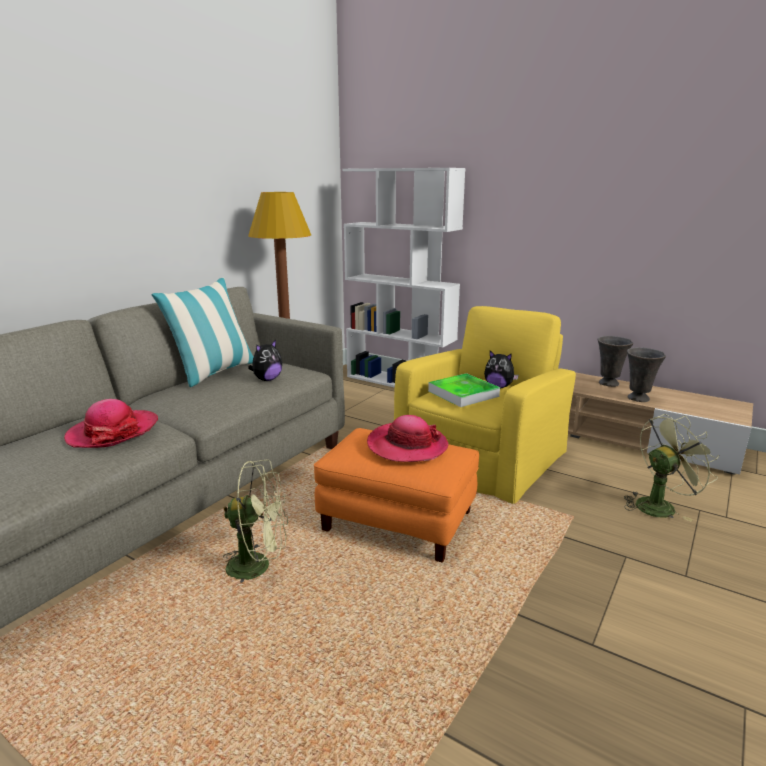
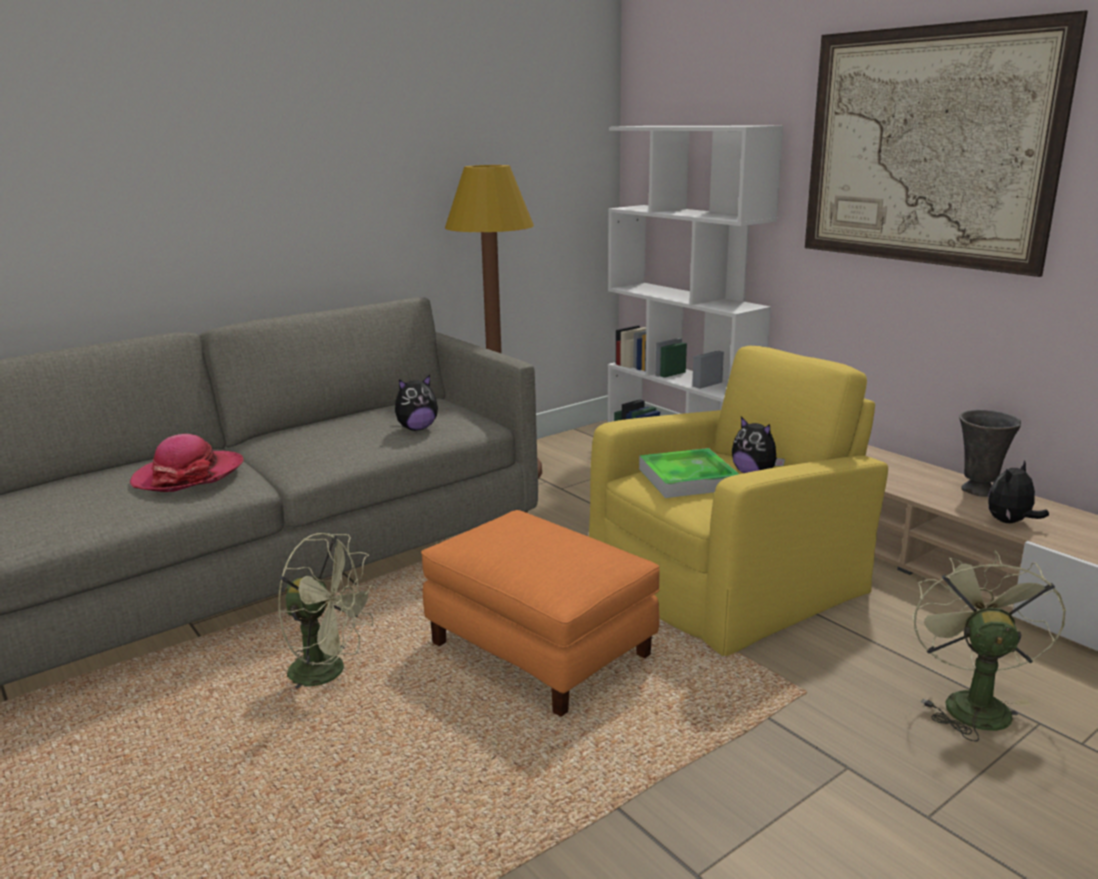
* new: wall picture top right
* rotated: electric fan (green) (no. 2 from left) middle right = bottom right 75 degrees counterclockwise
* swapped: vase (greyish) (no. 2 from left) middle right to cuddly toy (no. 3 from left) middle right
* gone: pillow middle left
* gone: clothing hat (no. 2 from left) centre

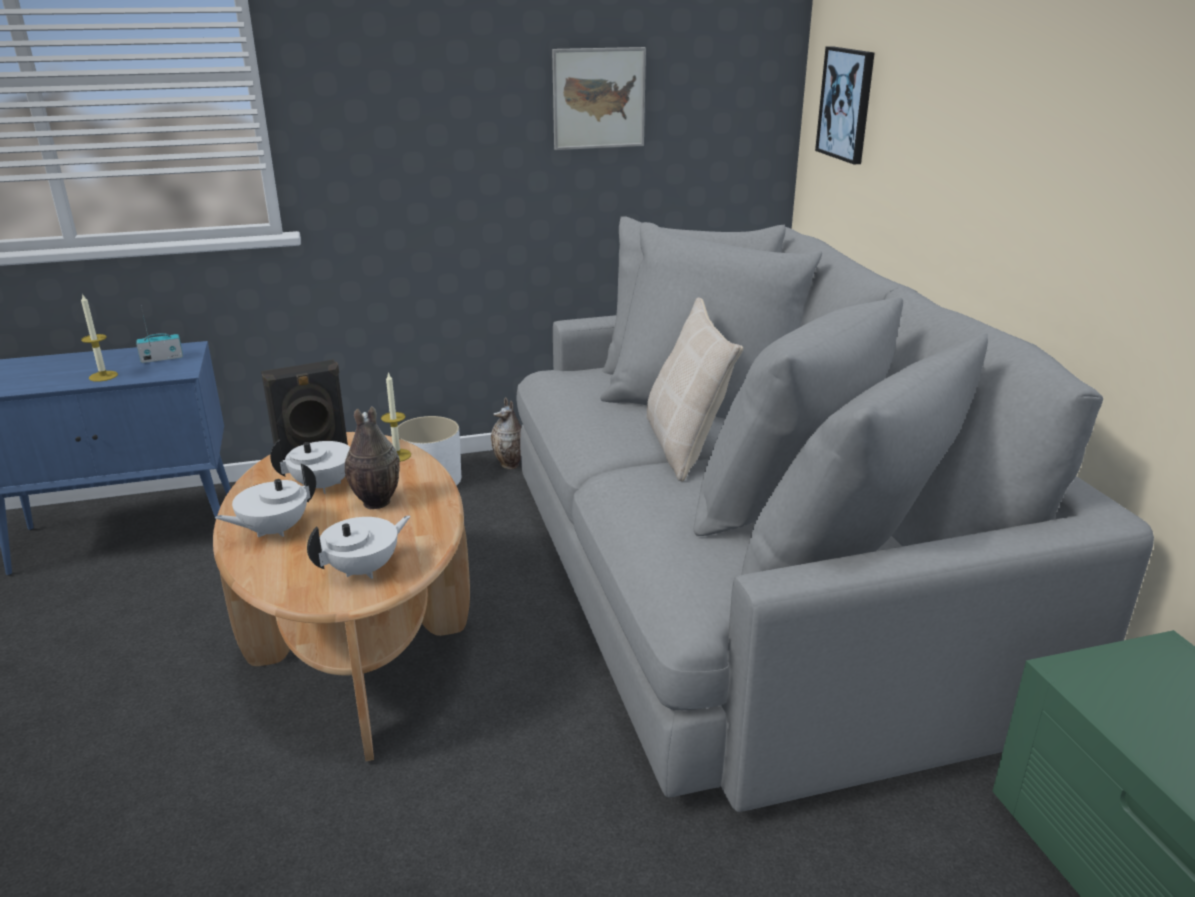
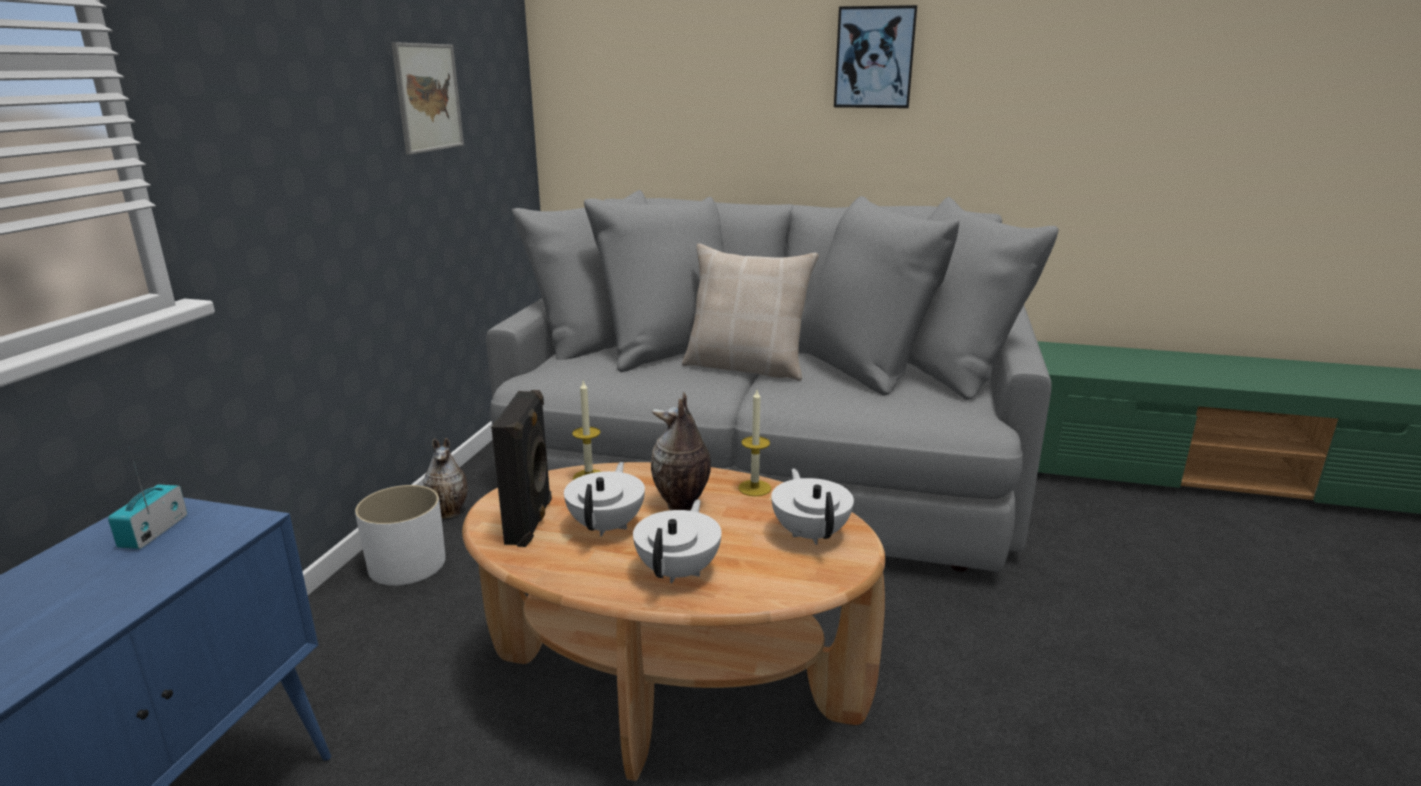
* rotated: pot for tea (whitish) (no. 1 from left in the first image) middle left = bottom centre 150 degrees counterclockwise
* shifted: wax light (no. 1 from left in the first image) middle left to wax light (no. 2 from left) centre
* shifted: wall picture (no. 2 from left) top right to top centre

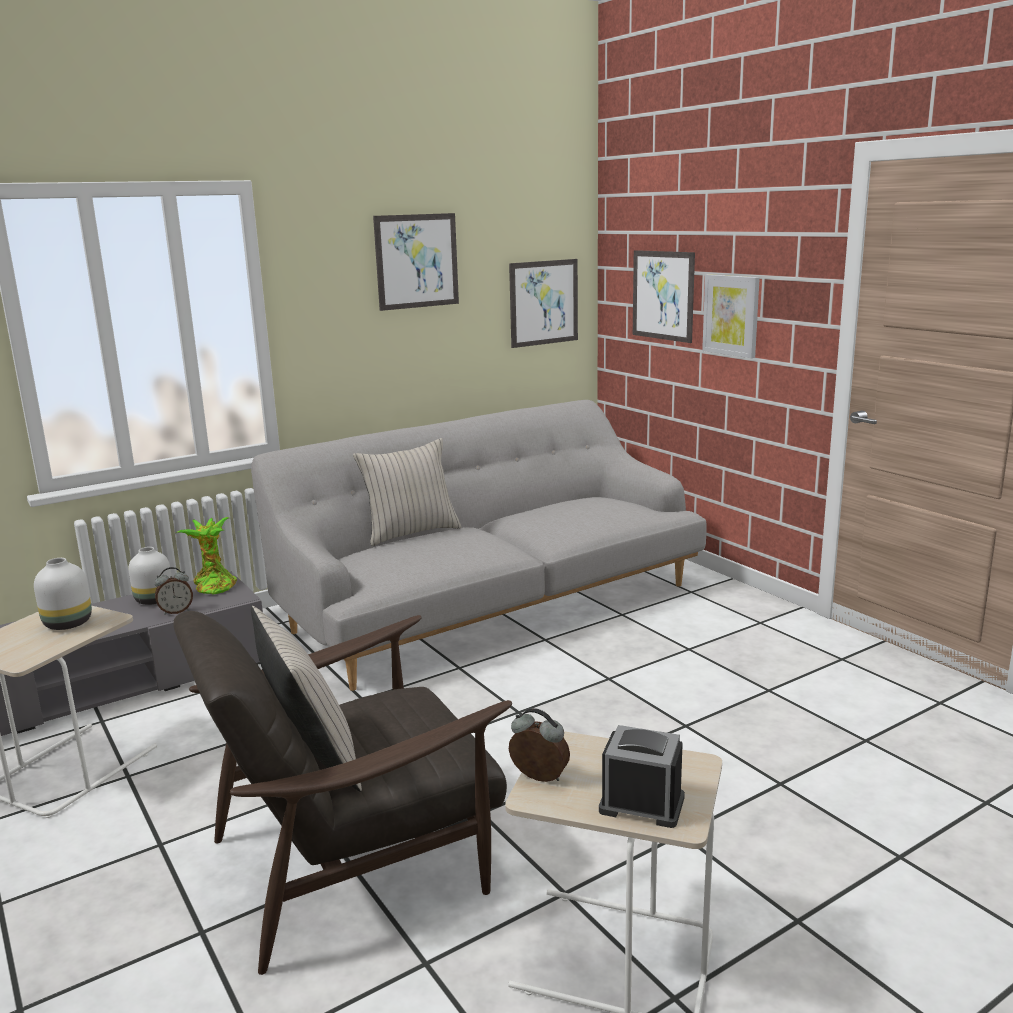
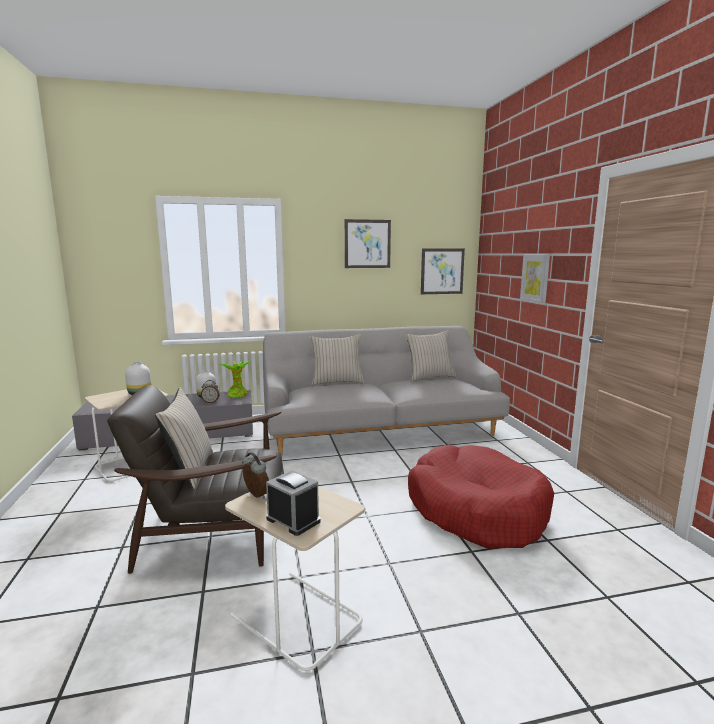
* new: pillow (beige) (no. 3 from left) centre
* new: dog bed (red-coloured) bottom right
* gone: wall picture (no. 3 from left) top centre

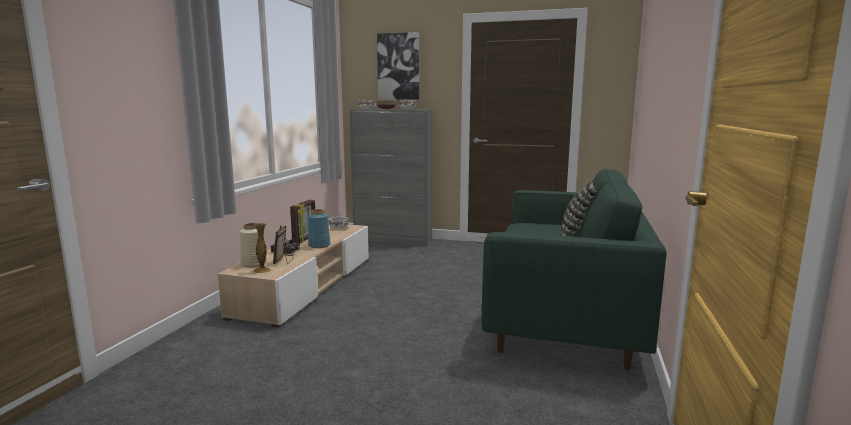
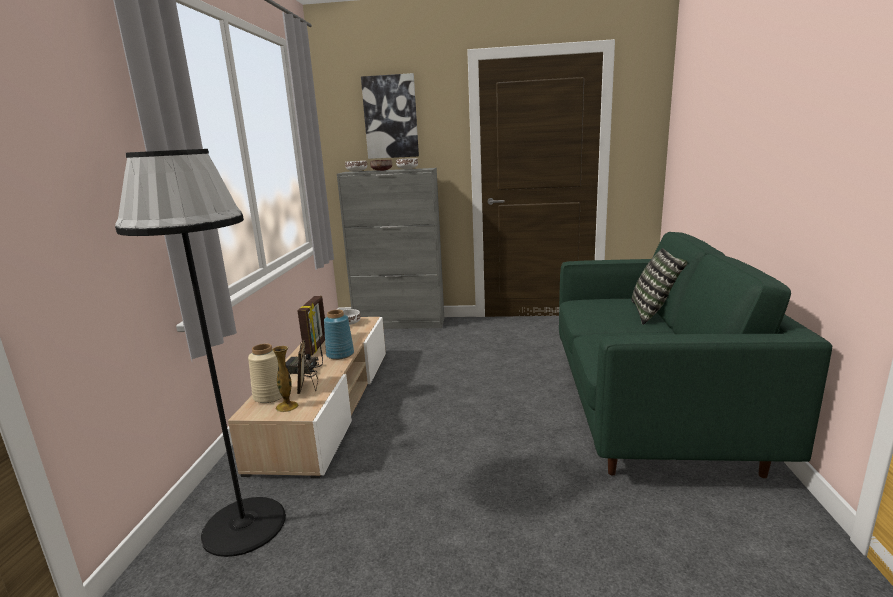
* new: standard lamp (blackish) middle left

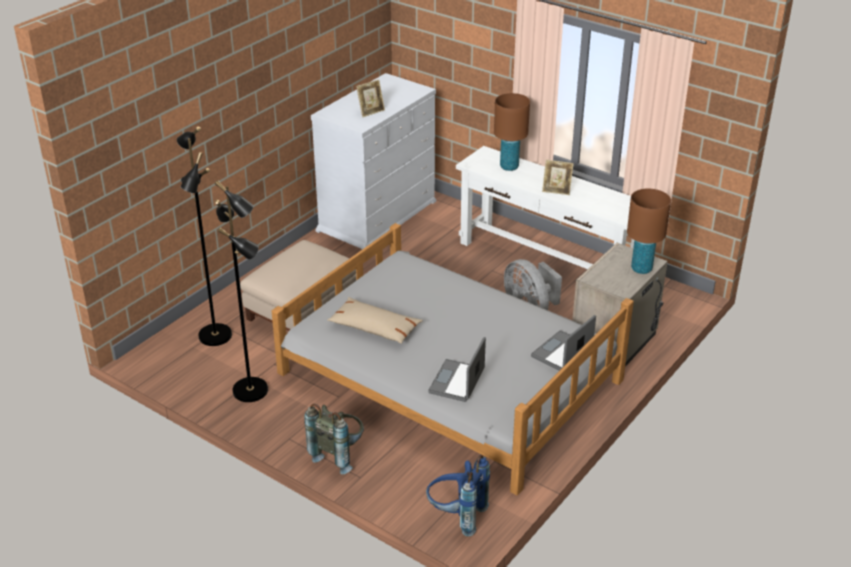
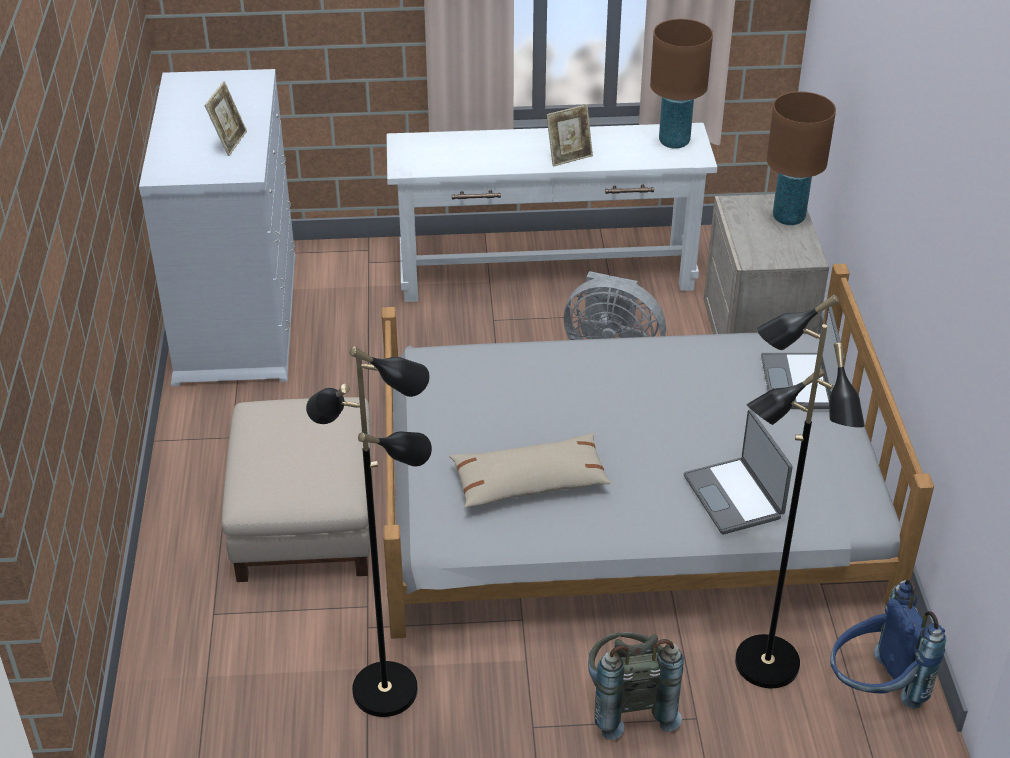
* shifted: table lamp (brown) (no. 1 from left) top centre to top right
* shifted: standard lamp (blackish) (no. 1 from left in the first image) middle left to standard lamp (blackish) (no. 2 from left) middle right

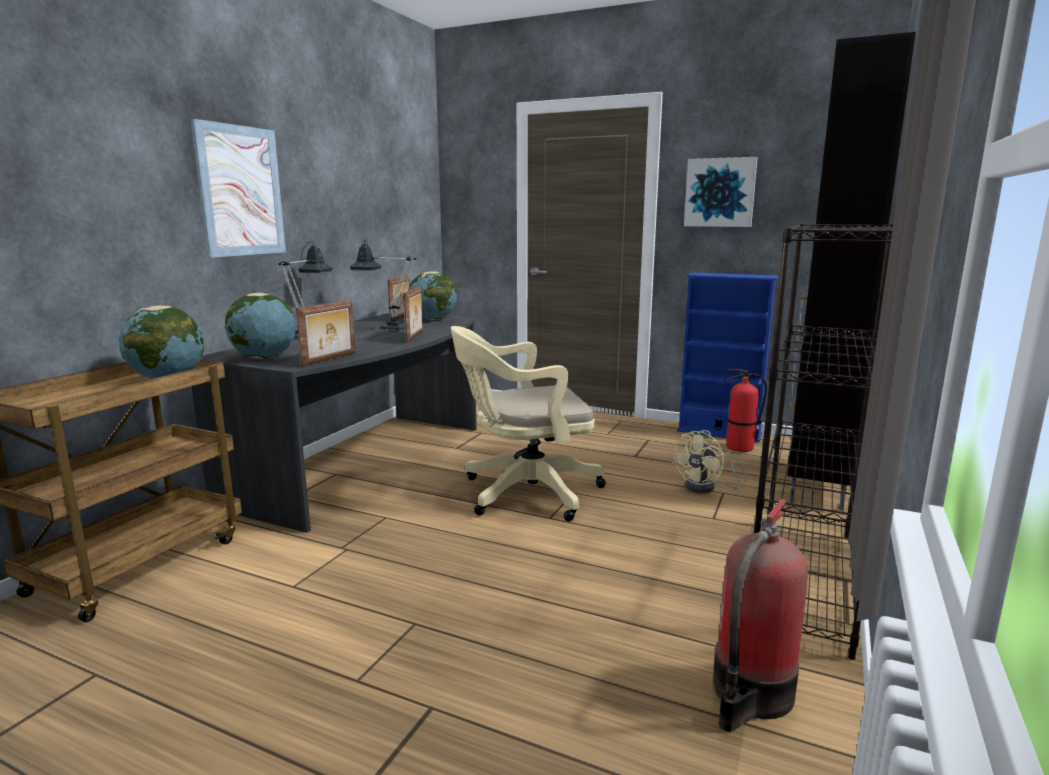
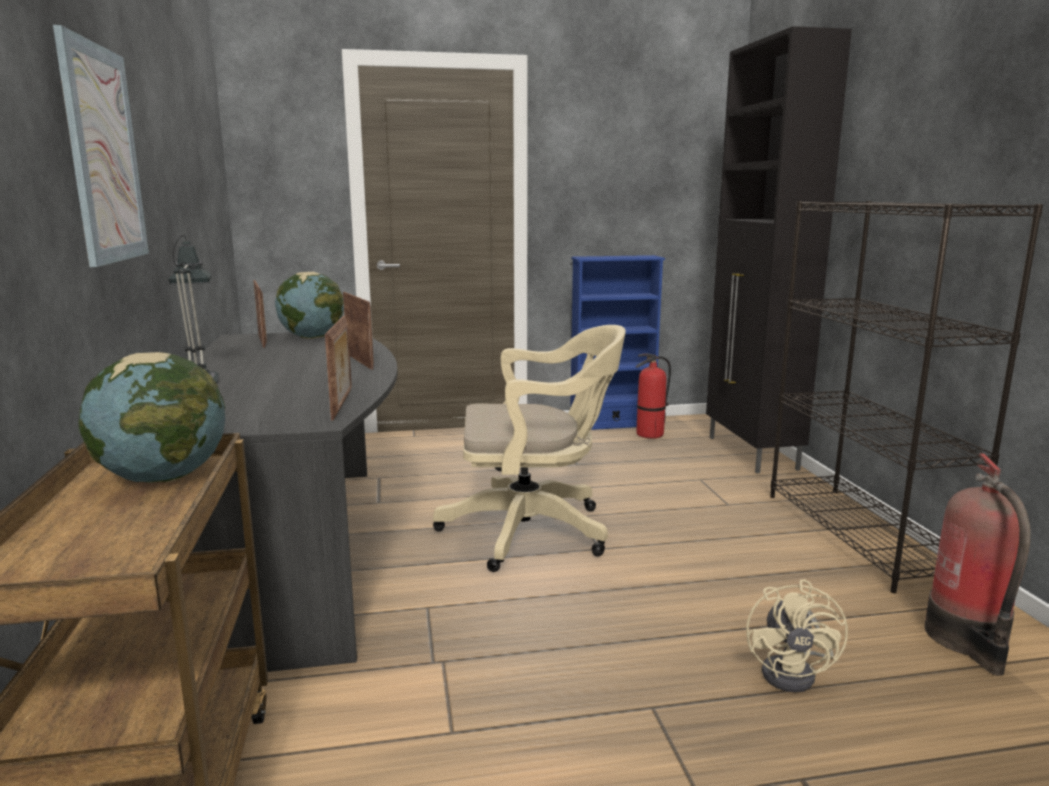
* rotated: desk chair (beige) centre = centre 135 degrees counterclockwise
* shifted: electric fan (beige) middle right to bottom right
* gone: desk globe (no. 2 from left) middle left
* gone: table lamp (no. 2 from left) centre
* gone: wall picture (no. 2 from left) top right

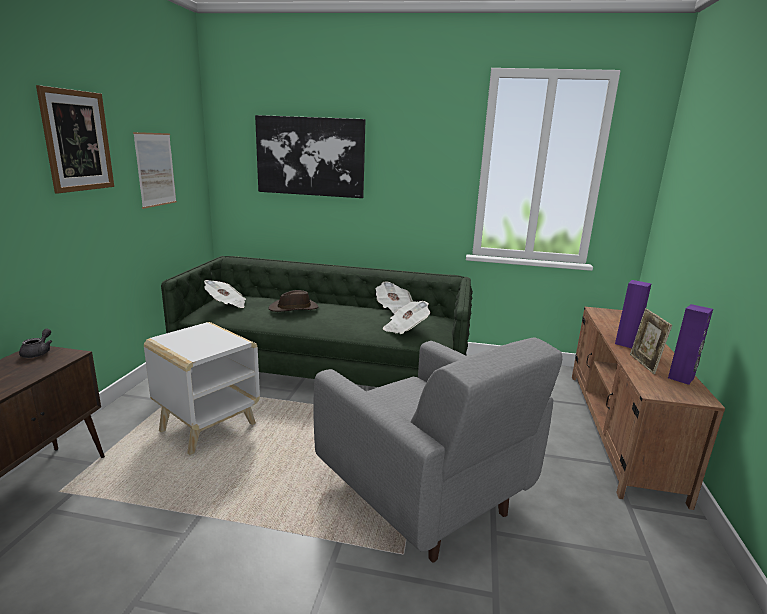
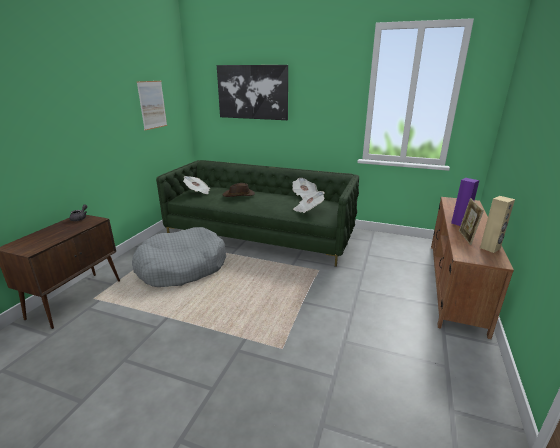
* swapped: end table (whitish) middle left to dog bed (greyish) middle left
* repainted: loudspeaker (purplish) (no. 2 from left) middle right to loudspeaker (beige) middle right
* gone: wall picture (no. 1 from left) top left
* gone: easy chair (greyish) bottom centre

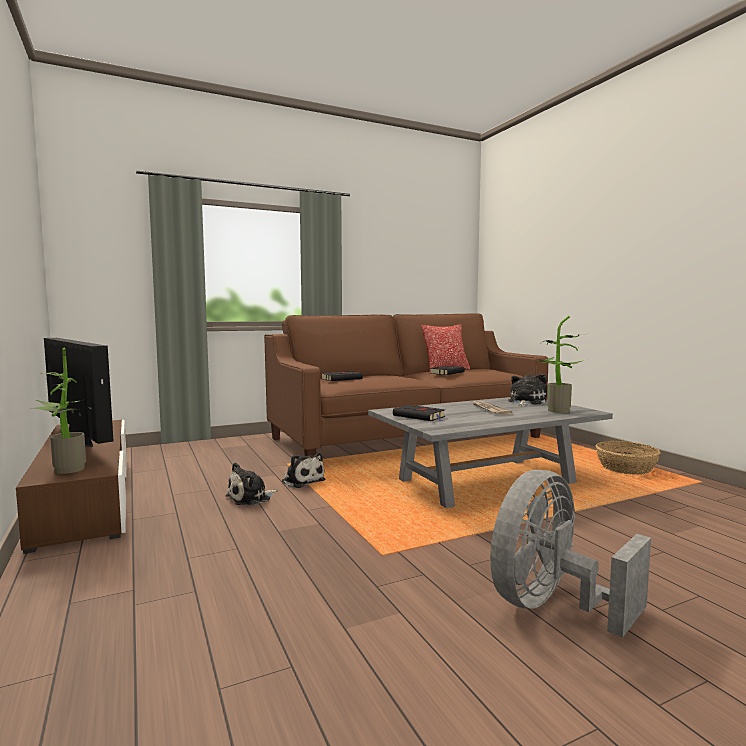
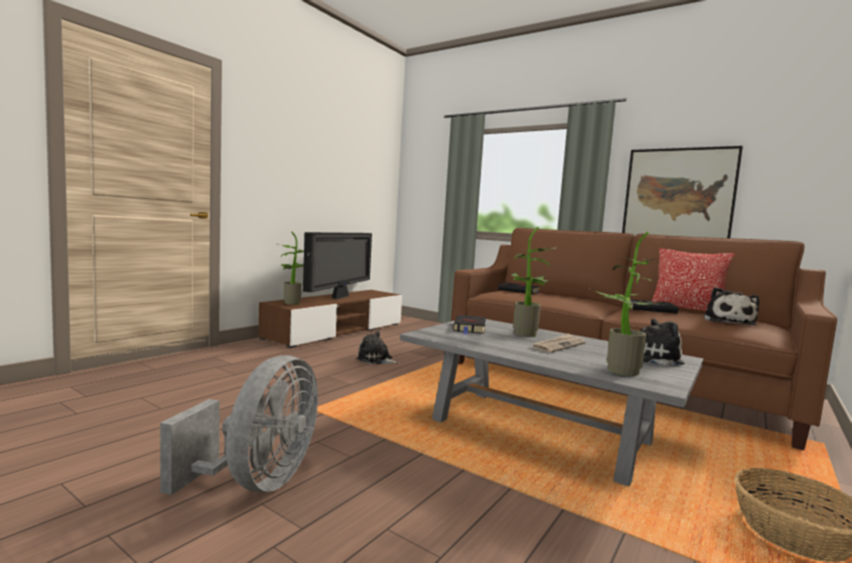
* rotated: electric fan (greyish) bottom right = bottom left 90 degrees clockwise
* new: potted plant (no. 2 from left) centre
* new: wall picture middle right
* shifted: cuddly toy (no. 2 from left in the first image) centre to cuddly toy (no. 3 from left) middle right

